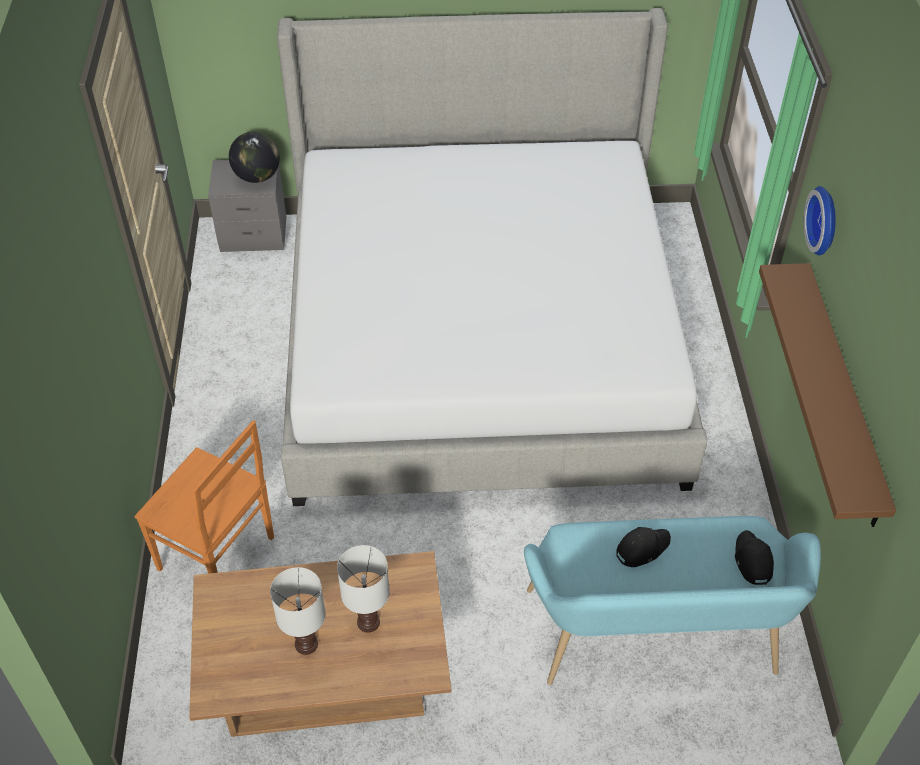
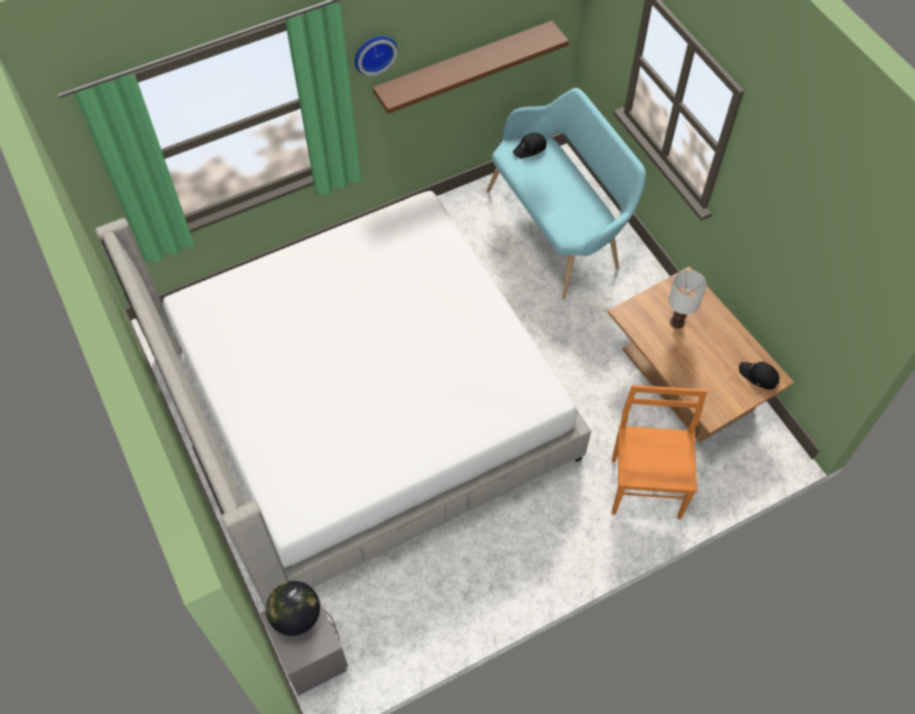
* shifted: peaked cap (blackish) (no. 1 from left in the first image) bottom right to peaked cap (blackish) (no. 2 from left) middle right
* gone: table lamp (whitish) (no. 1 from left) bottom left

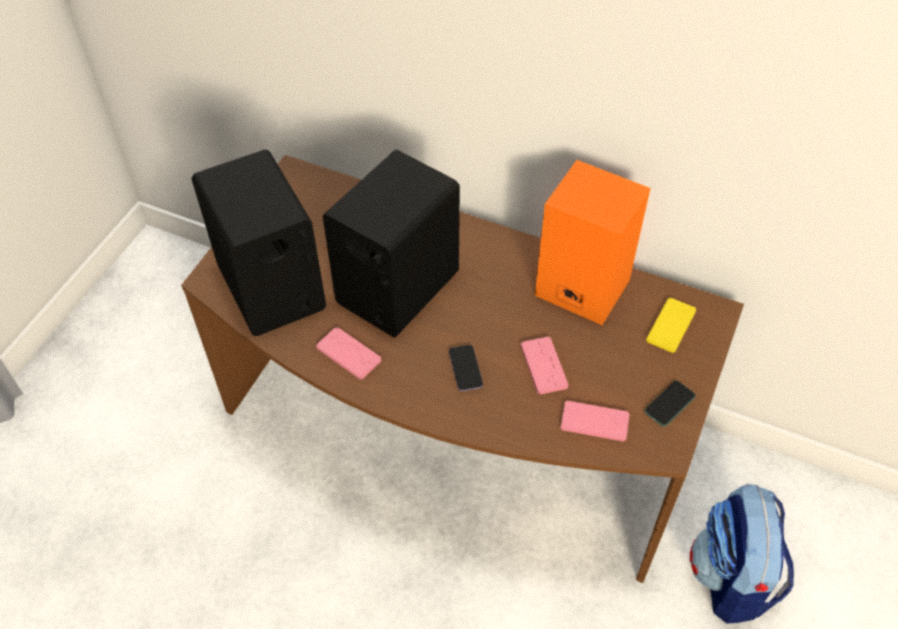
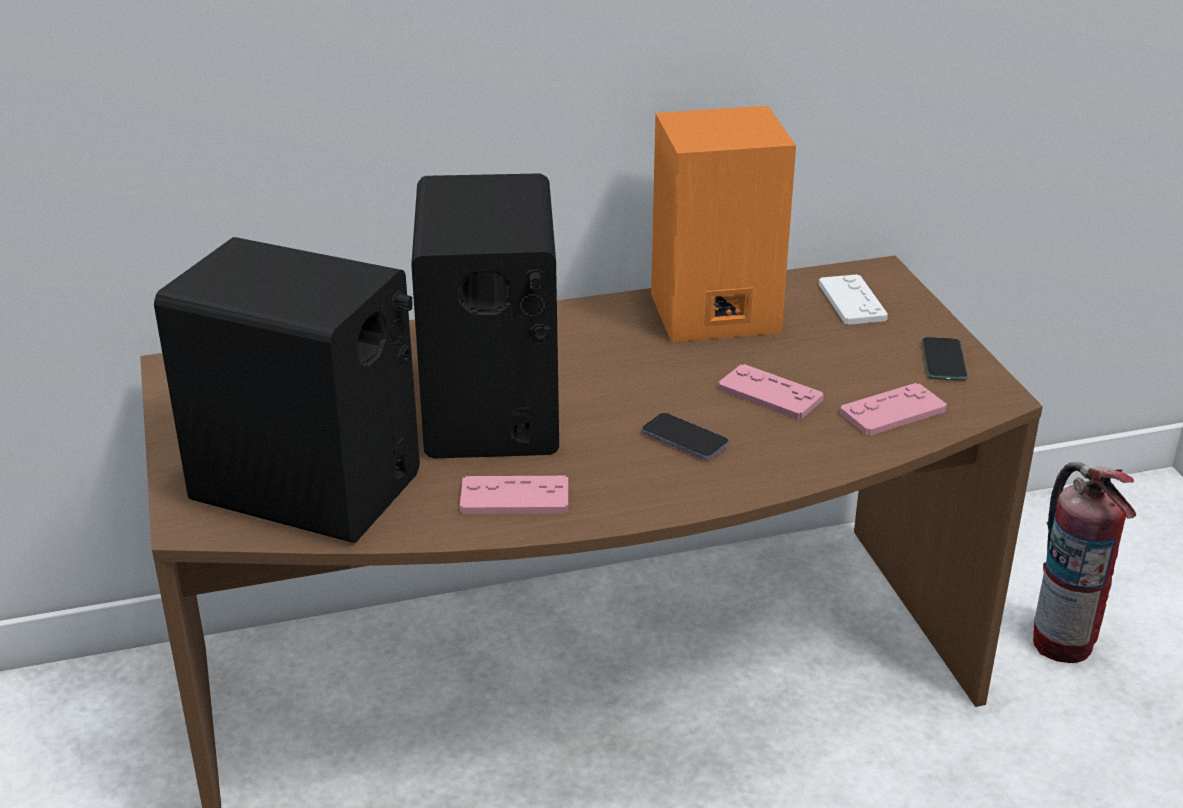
* repainted: gamepad (yellow) middle right to gamepad (whitish) middle right
* swapped: rucksack bottom right to fire extinguisher bottom right

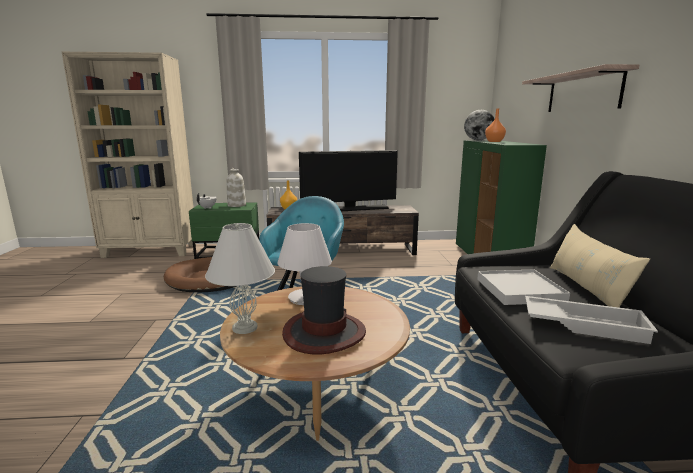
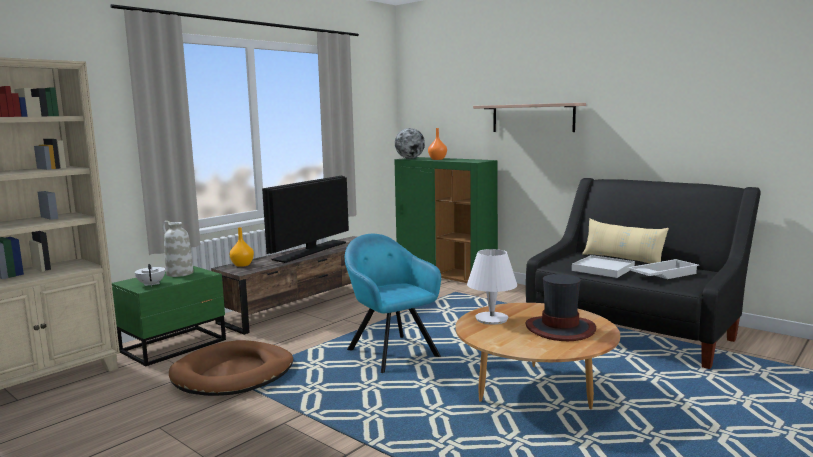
* gone: table lamp (whitish) (no. 1 from left) centre

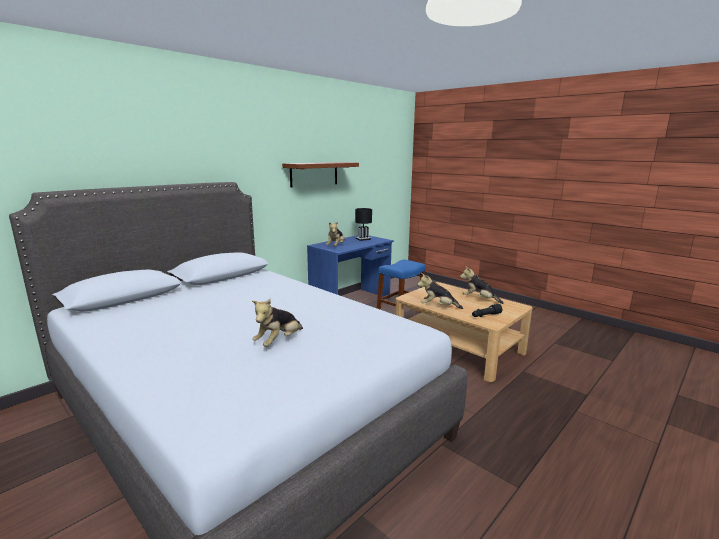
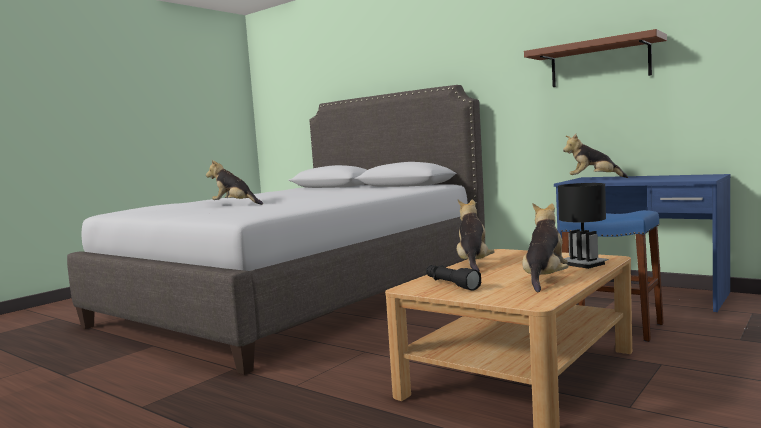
* shifted: table lamp (blackish) centre to middle right

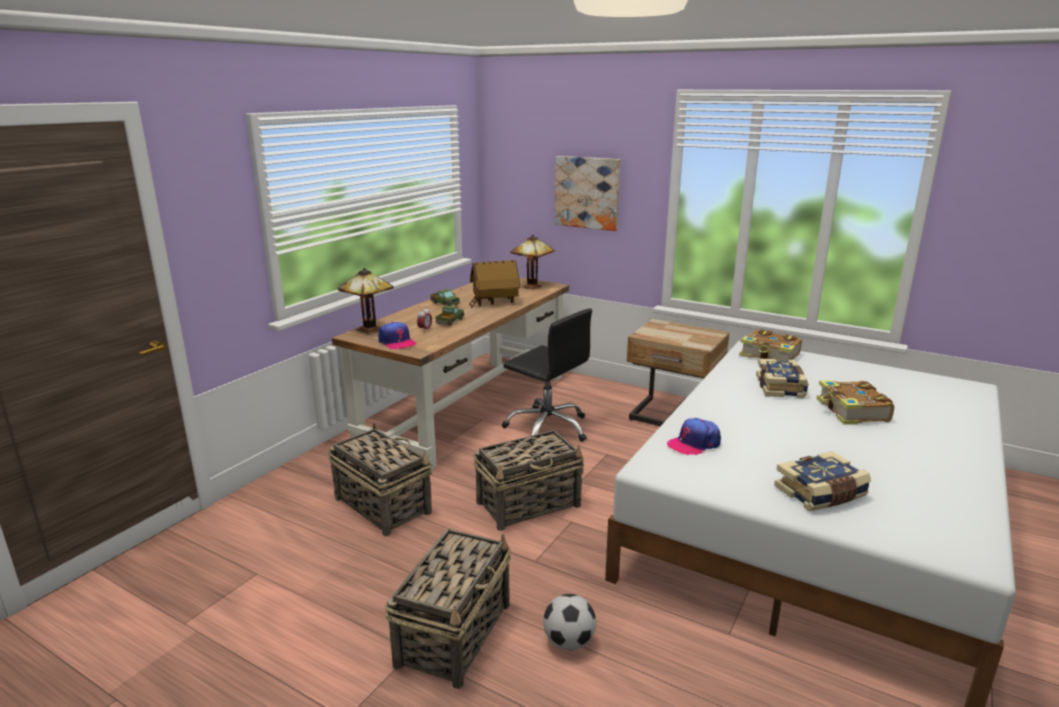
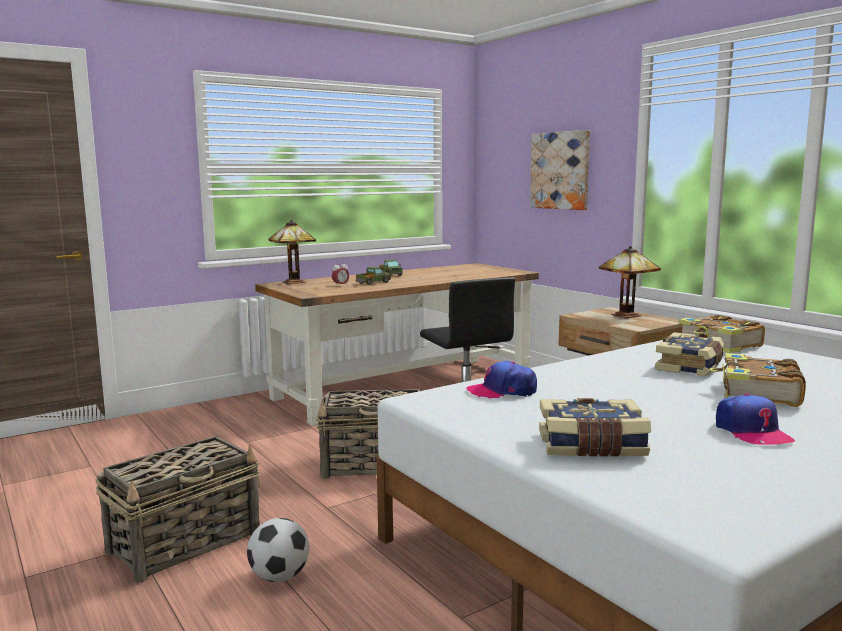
* shifted: table lamp (no. 2 from left) centre to middle right
* shifted: peaked cap (no. 1 from left in the first image) centre to peaked cap (no. 2 from left) middle right
* gone: basket (no. 1 from left) bottom centre
* gone: toy house centre

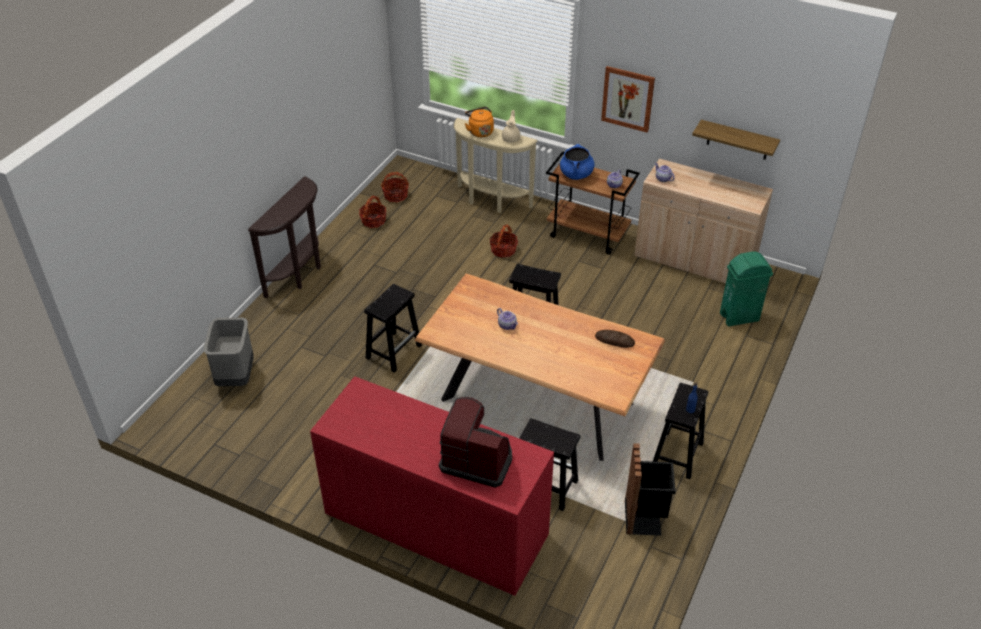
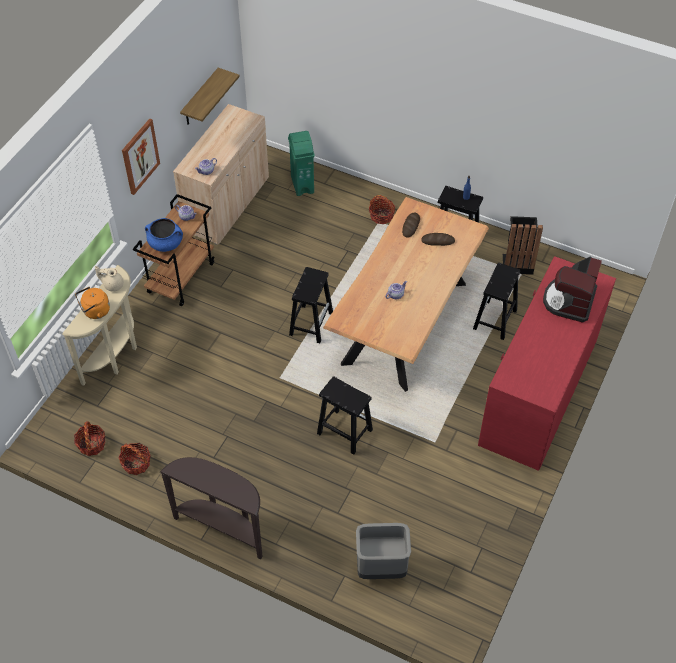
* shifted: basket (no. 3 from left) centre to top centre
* new: bakery bread (no. 2 from left) centre

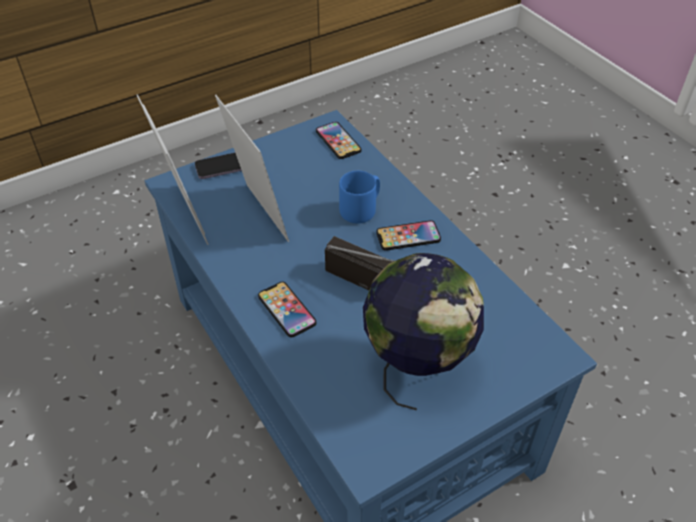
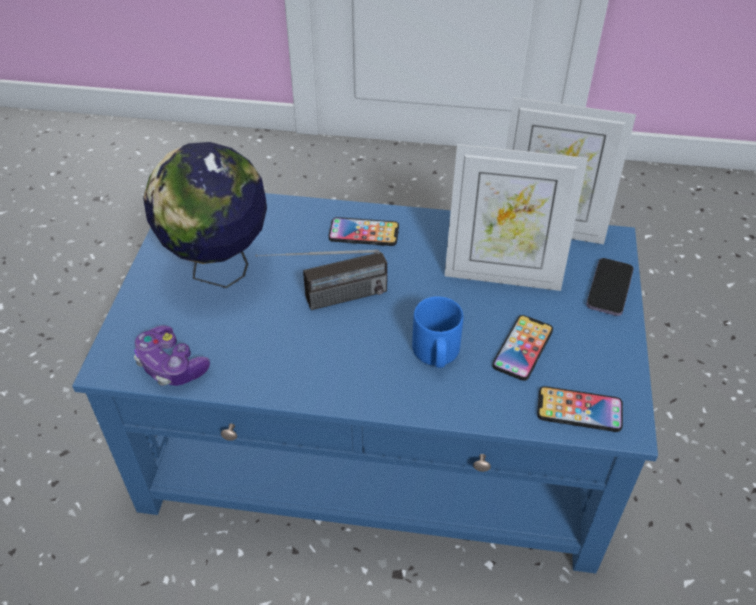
* new: gamepad middle left
* shifted: phone (no. 4 from left in the first image) centre to phone (no. 2 from left) middle right

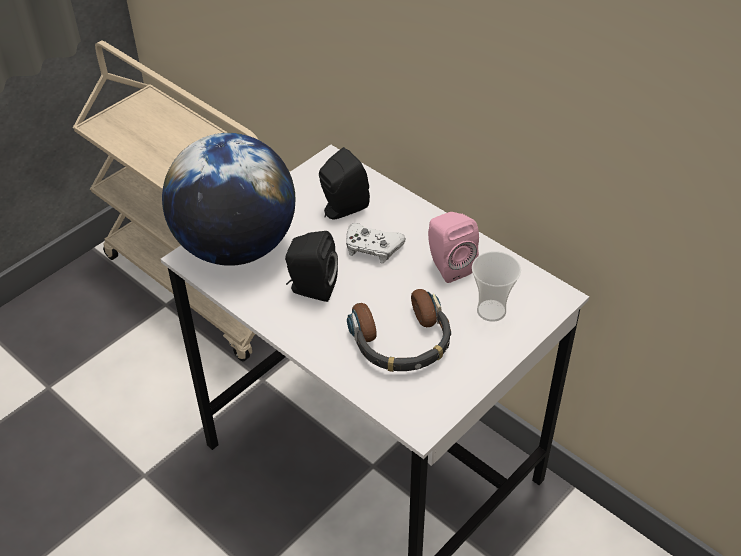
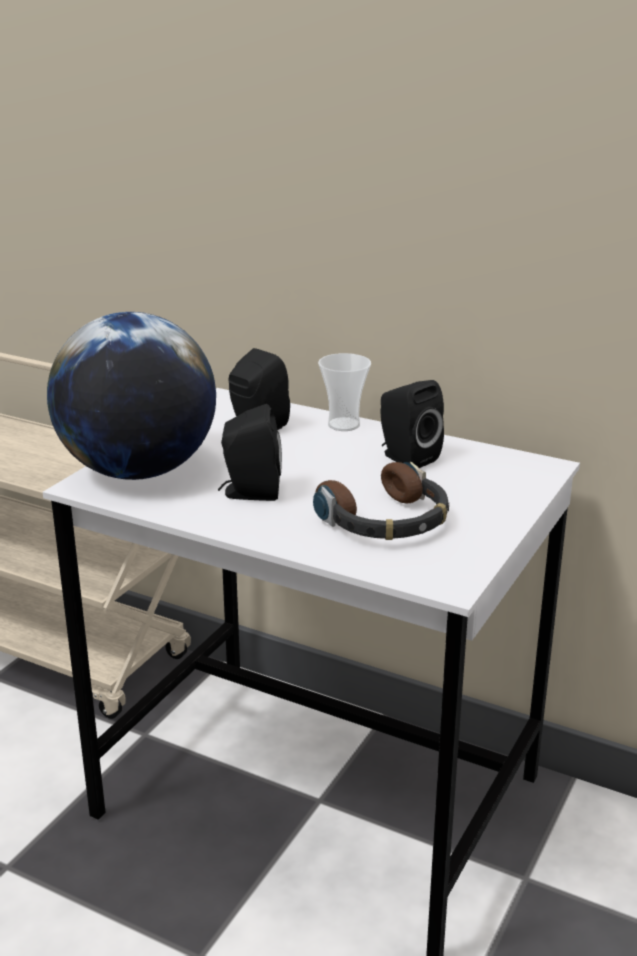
* shifted: cup middle right to centre
* repainted: loudspeaker (pink) centre to loudspeaker (blackish) (no. 3 from left) centre
* gone: gamepad (whitish) centre

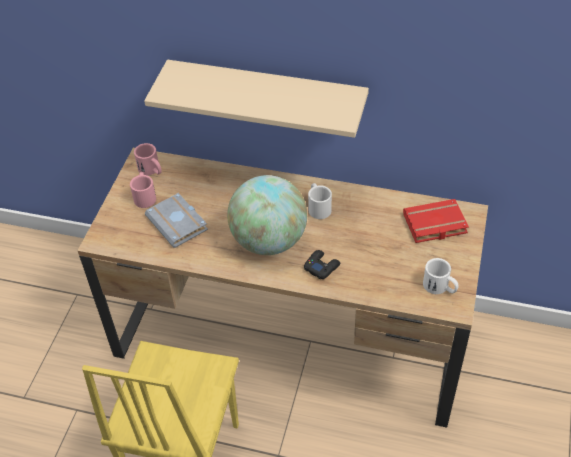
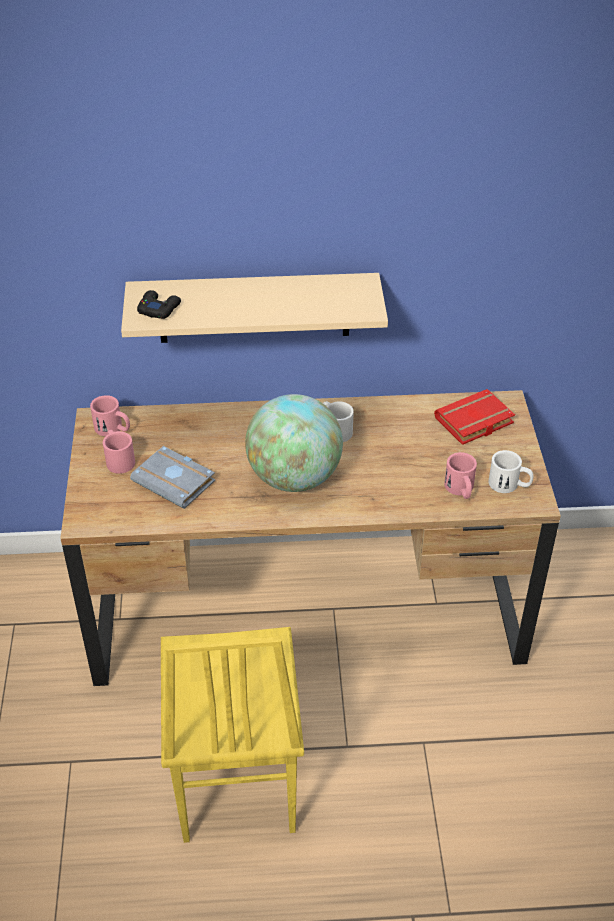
* shifted: gamepad (blackish) centre to top left
* new: mug (pink) (no. 3 from left) middle right

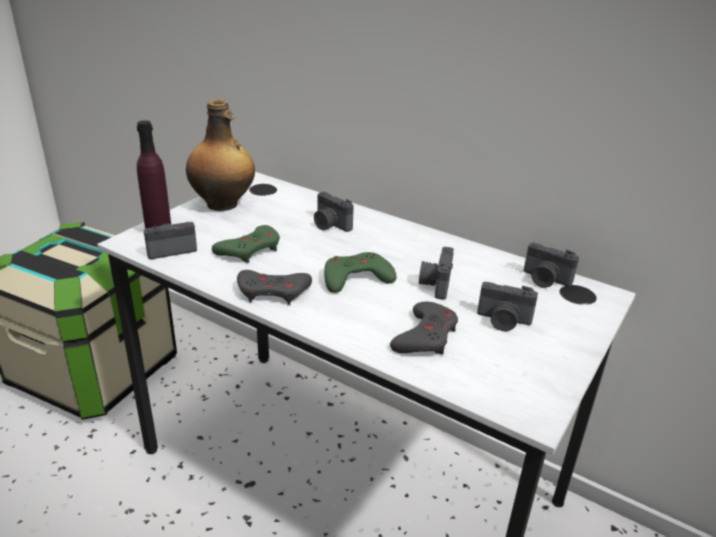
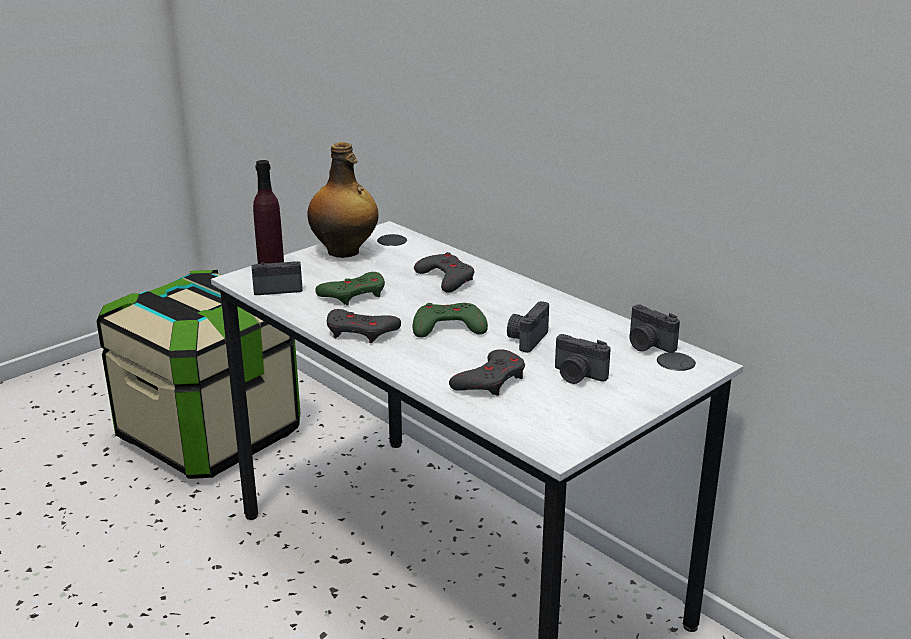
* swapped: photo camera (no. 2 from left) centre to gamepad (greyish) (no. 2 from left) centre

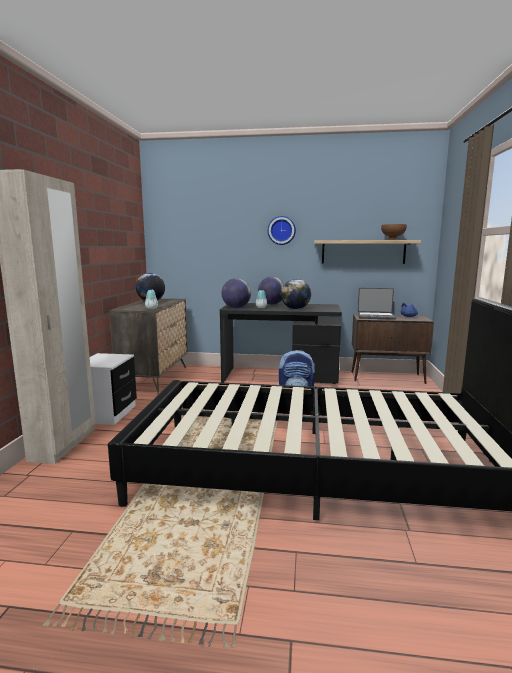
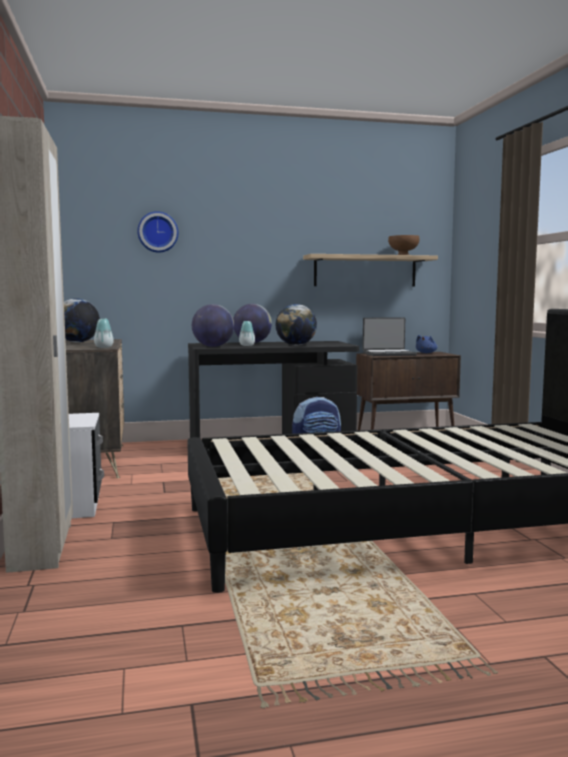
* shifted: clock on the wall centre to top left

